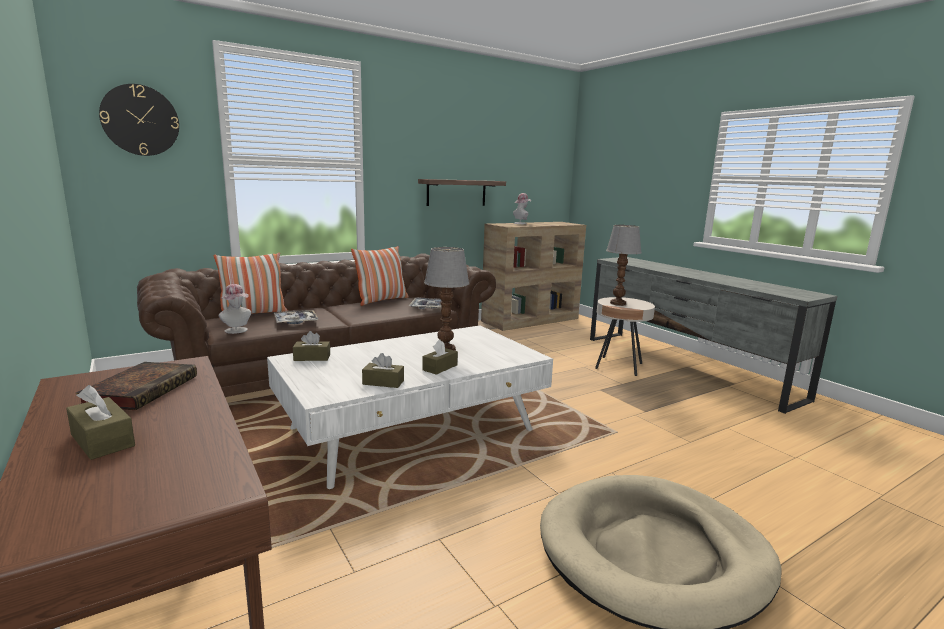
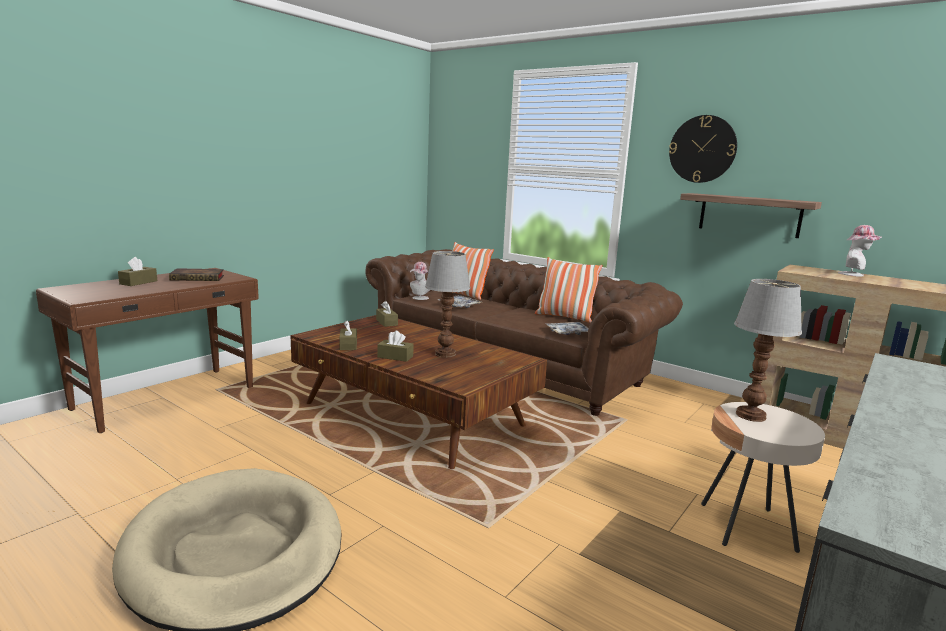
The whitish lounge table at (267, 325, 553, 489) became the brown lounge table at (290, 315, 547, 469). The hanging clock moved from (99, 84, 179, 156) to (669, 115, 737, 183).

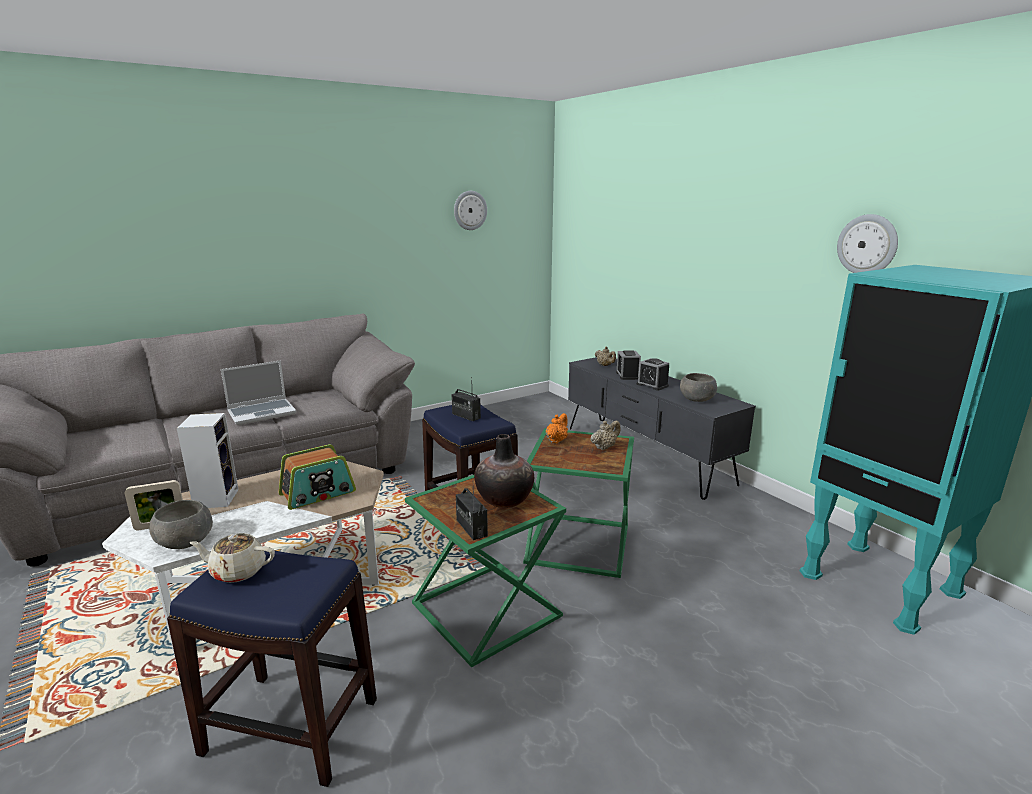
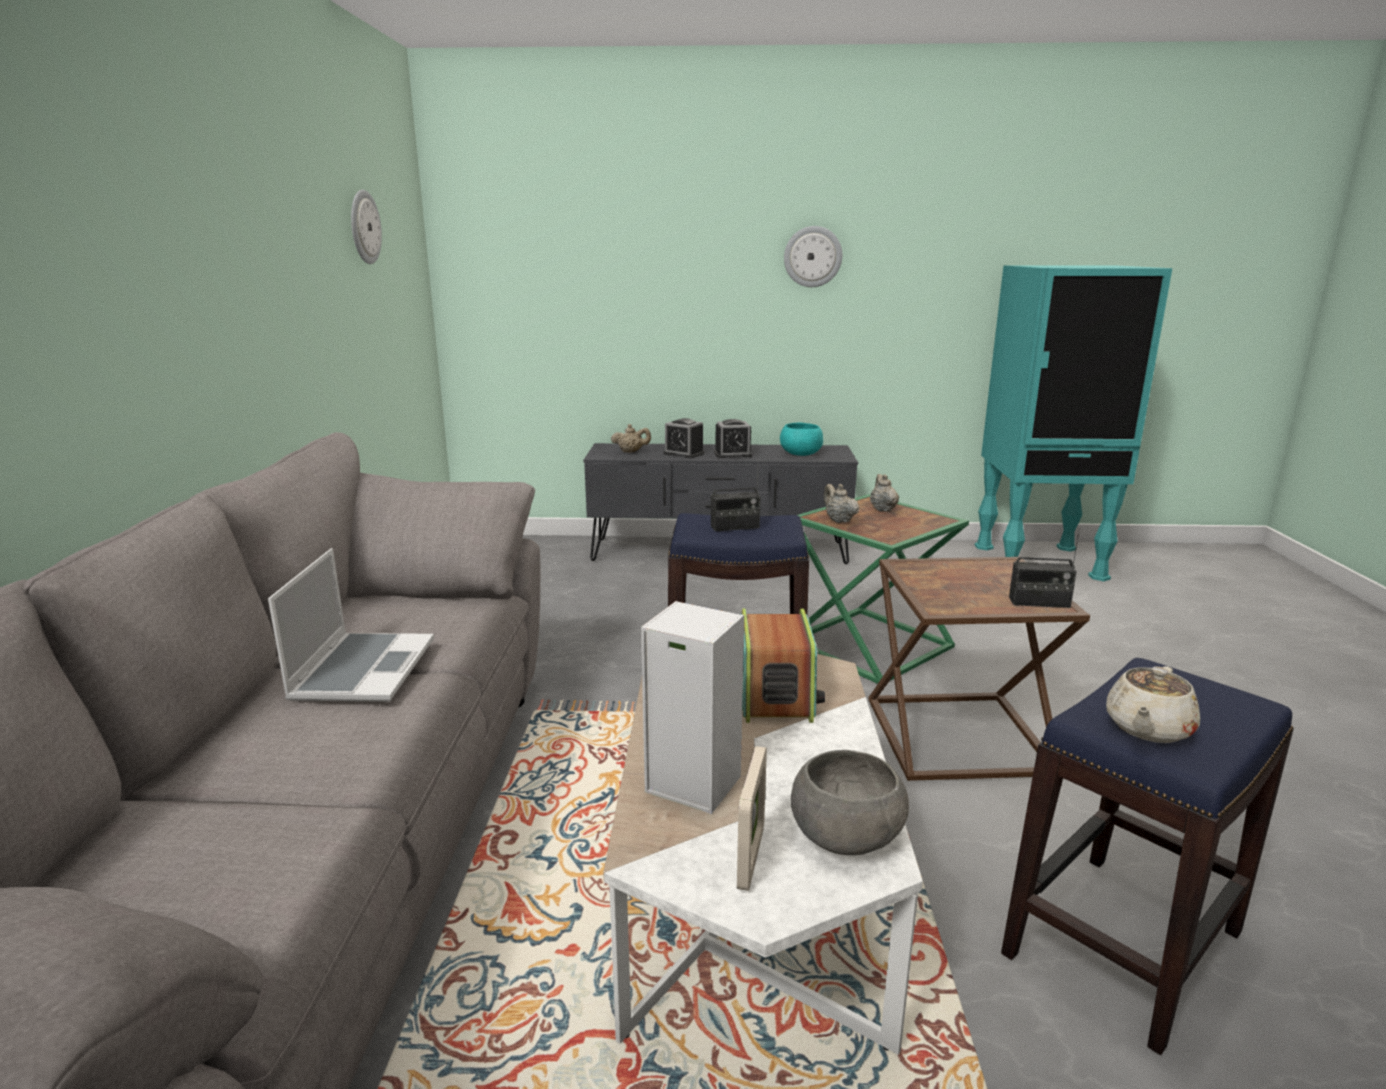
The gray bowl at (680, 373, 717, 402) became the turquoise-coloured bowl at (780, 423, 823, 456). The hanging clock moved from (837, 214, 898, 273) to (784, 226, 842, 287). The orange tea pot at (546, 413, 568, 444) became the sand-coloured tea pot at (824, 484, 859, 523). The green-coloured end table at (405, 475, 566, 667) became the brown end table at (868, 557, 1090, 781). The vase at (474, 434, 534, 508) disappeared.

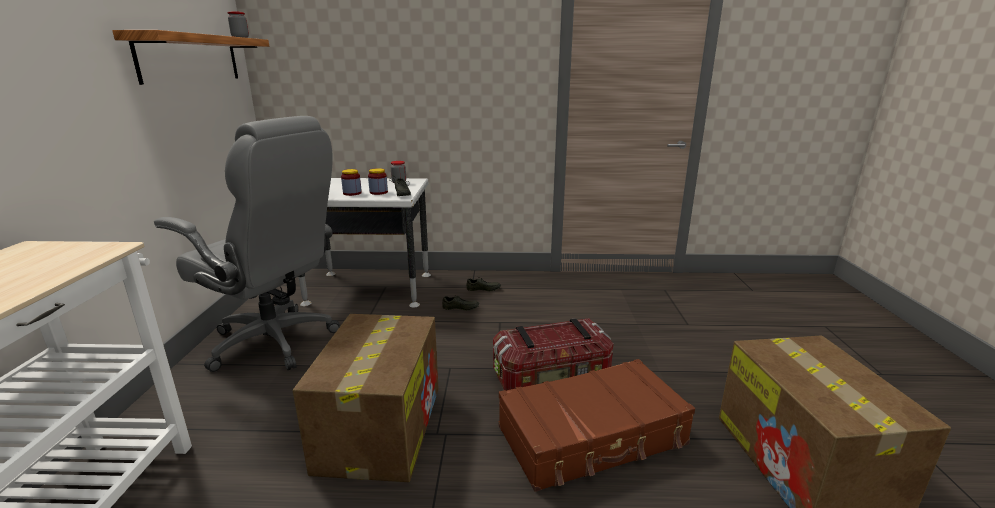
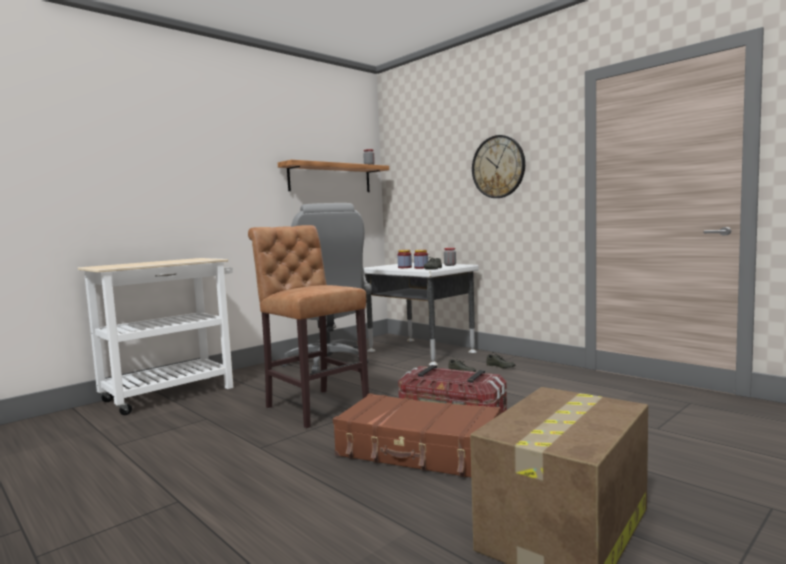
The packing box at (293, 314, 439, 482) was replaced by the brown stool seat at (248, 225, 369, 428). The hanging clock at (472, 135, 525, 198) appeared.

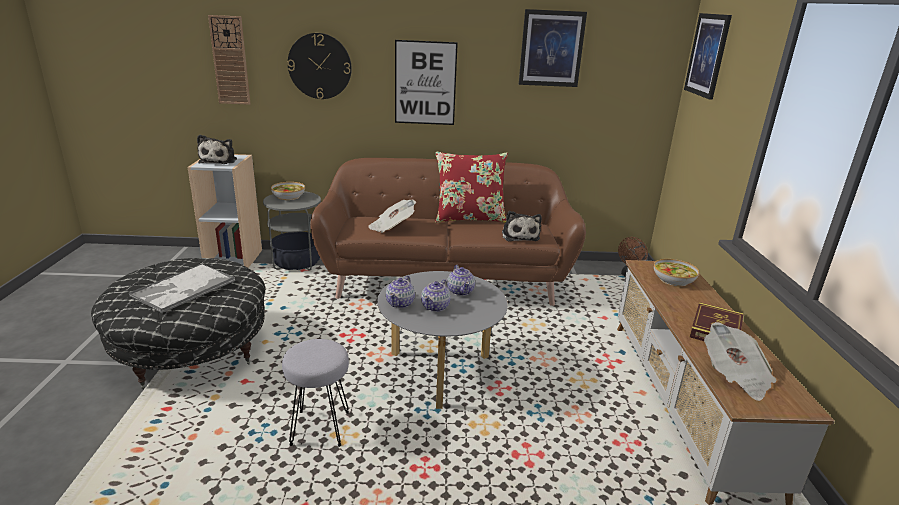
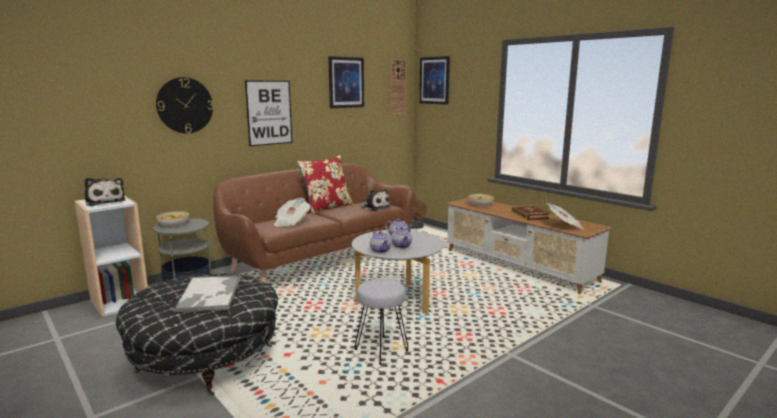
The hanging clock moved from (208, 15, 250, 105) to (390, 59, 406, 115).

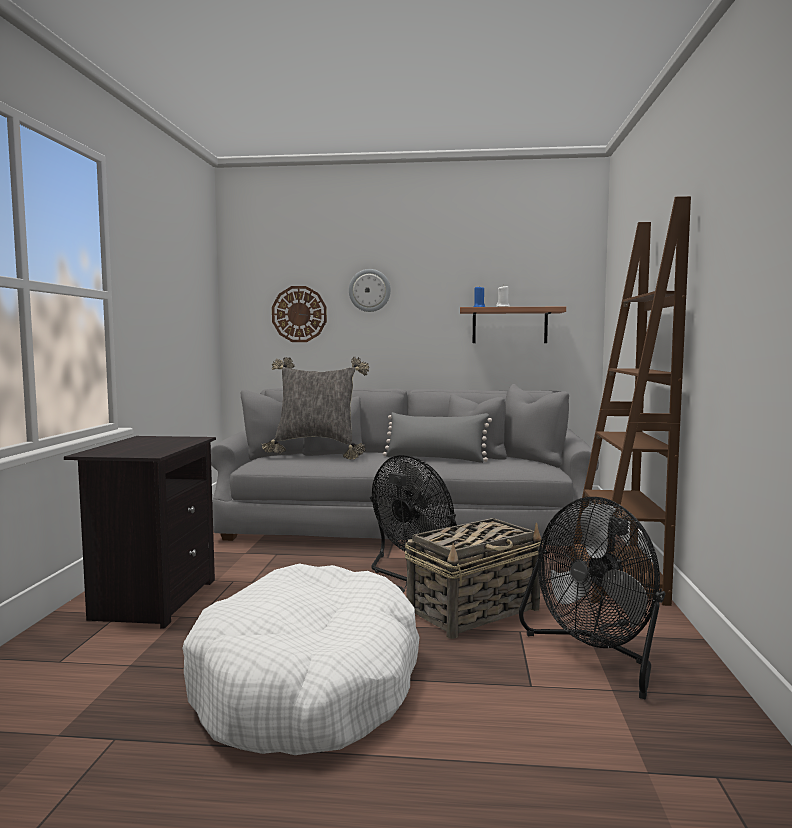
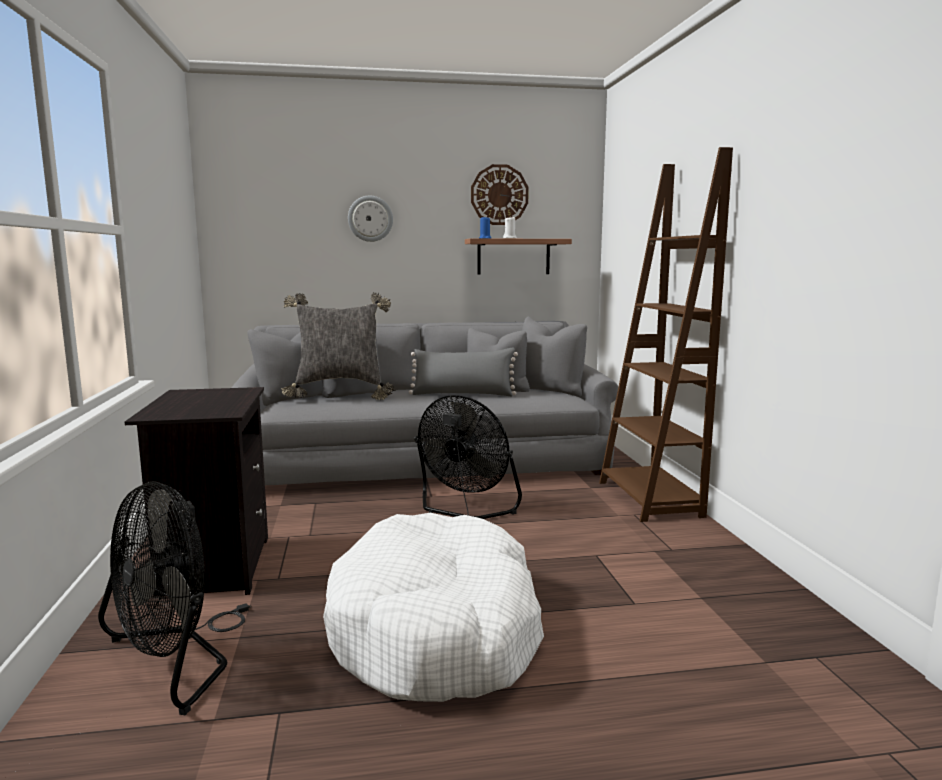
The black-coloured electric fan moved from (519, 497, 665, 699) to (98, 481, 251, 715). The hanging clock moved from (272, 286, 327, 342) to (471, 164, 529, 225). The household basket at (404, 518, 543, 639) disappeared.

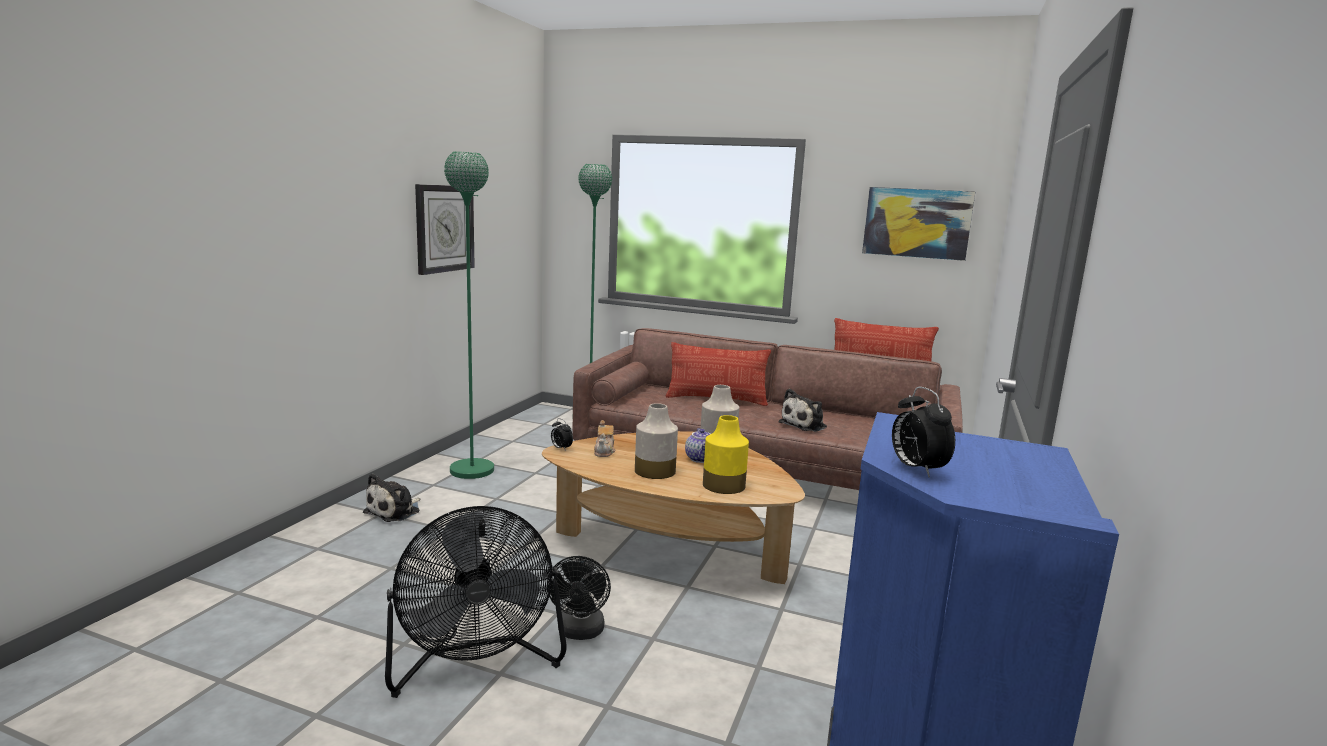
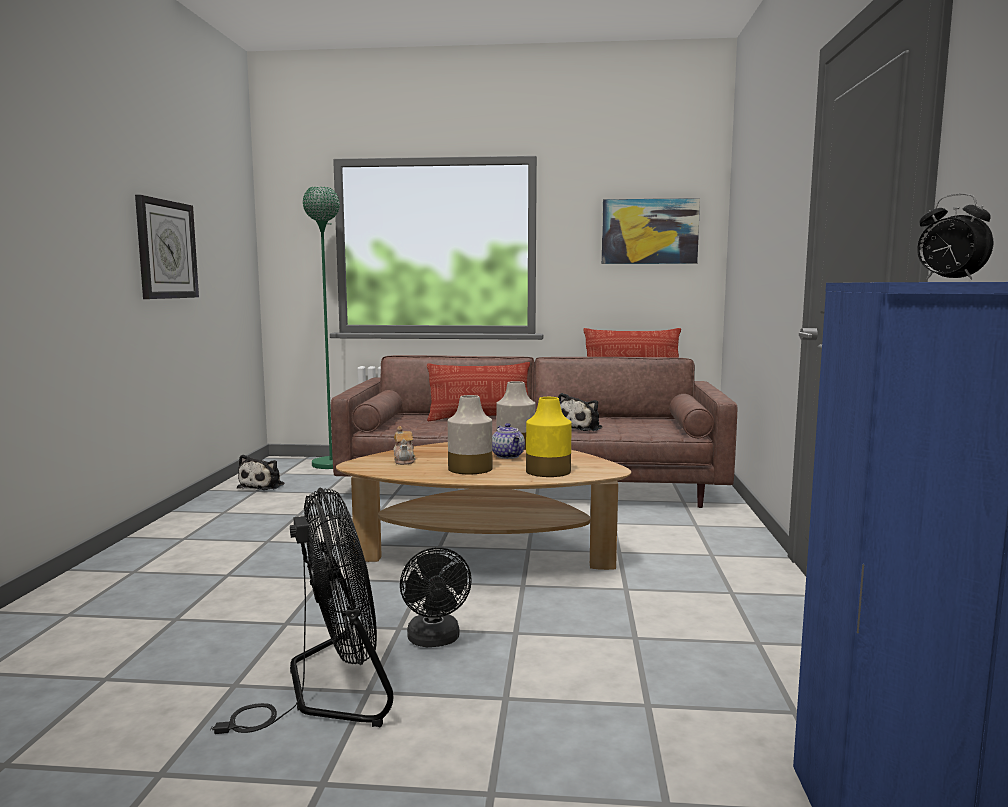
The black-coloured electric fan at (385, 506, 567, 698) turned 75 degrees counterclockwise. The plush toy moved from (363, 474, 420, 522) to (237, 455, 284, 490). The green-coloured standard lamp at (444, 151, 494, 479) disappeared. The table clock at (551, 418, 573, 451) disappeared.

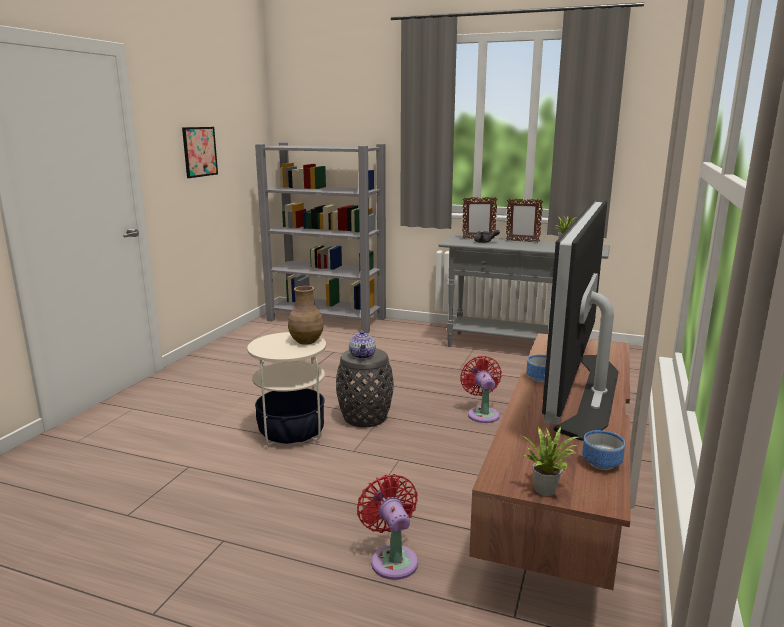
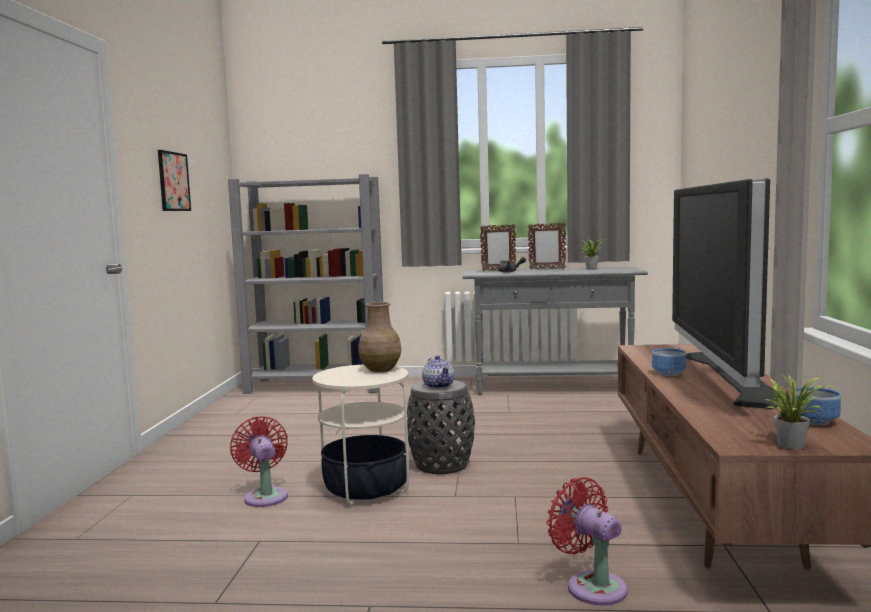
The red-coloured electric fan moved from (460, 356, 502, 423) to (230, 416, 288, 507).

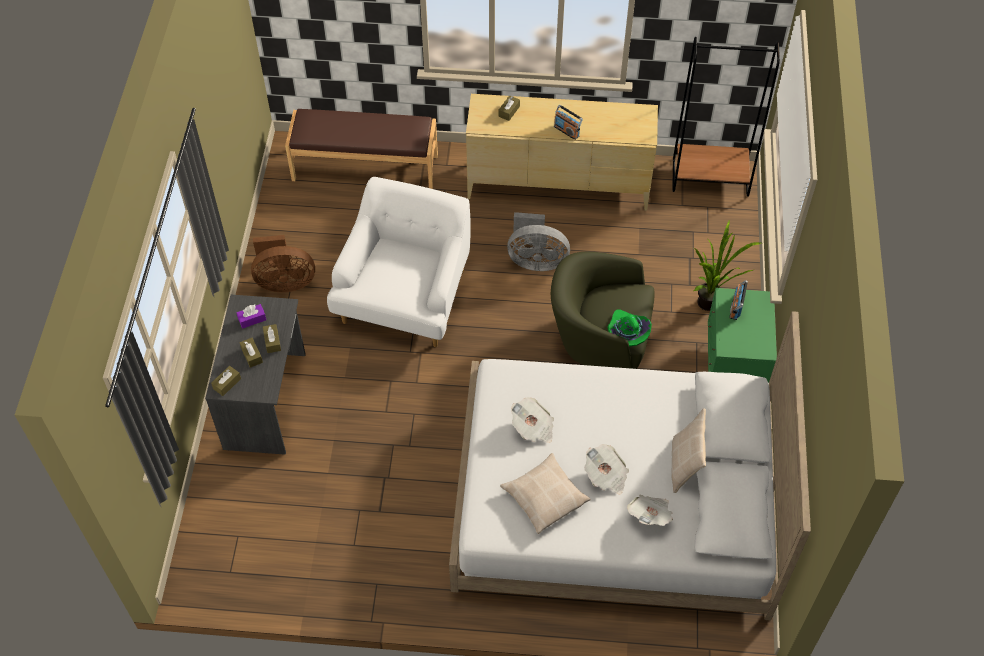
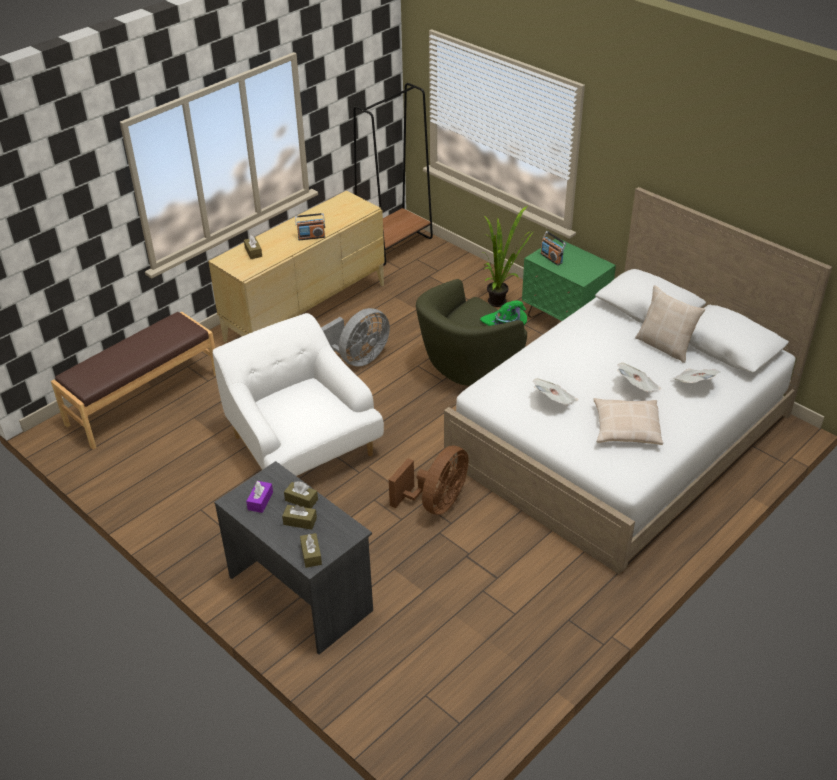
The brown electric fan moved from (251, 235, 315, 292) to (389, 446, 469, 515).

